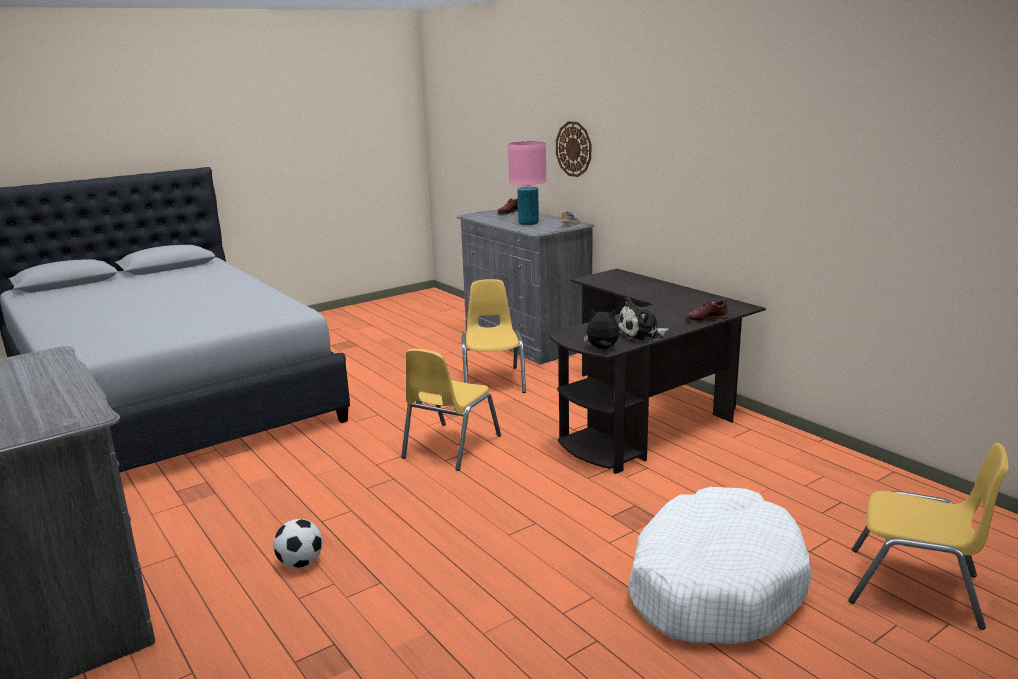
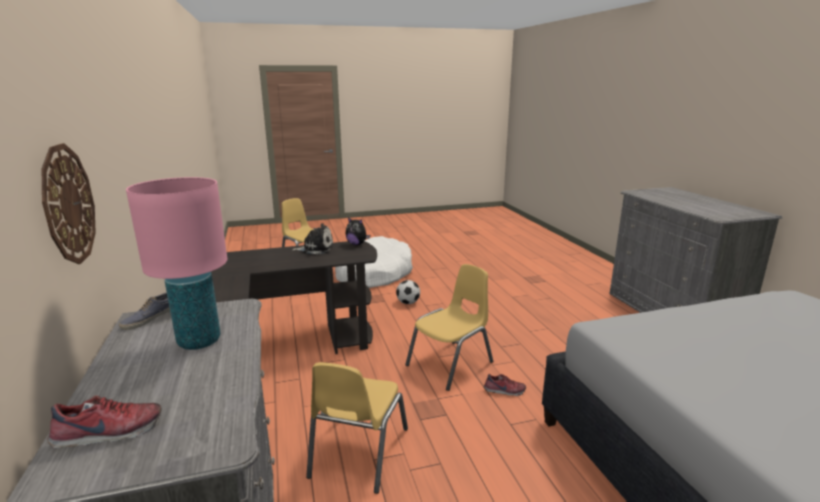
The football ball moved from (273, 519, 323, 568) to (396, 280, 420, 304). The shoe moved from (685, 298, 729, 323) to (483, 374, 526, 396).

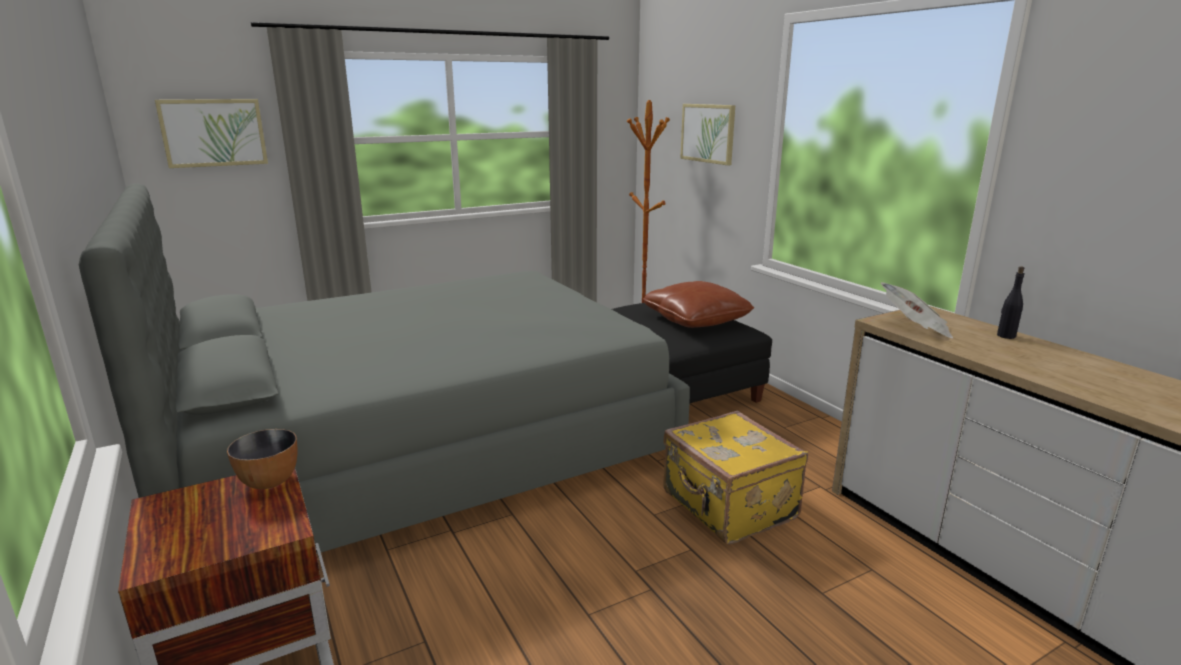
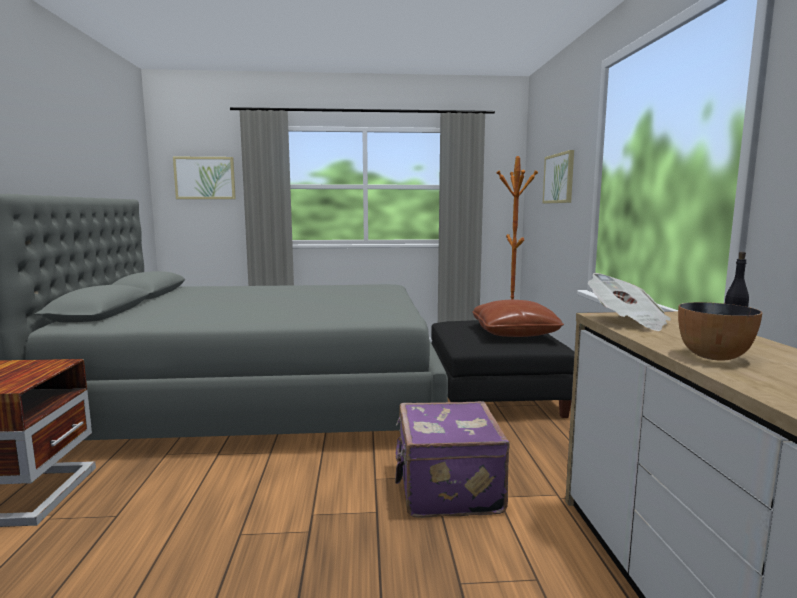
The yellowish suitcase at (663, 411, 808, 544) became the purple suitcase at (395, 401, 510, 518). The bowl moved from (227, 429, 297, 489) to (678, 302, 762, 361).

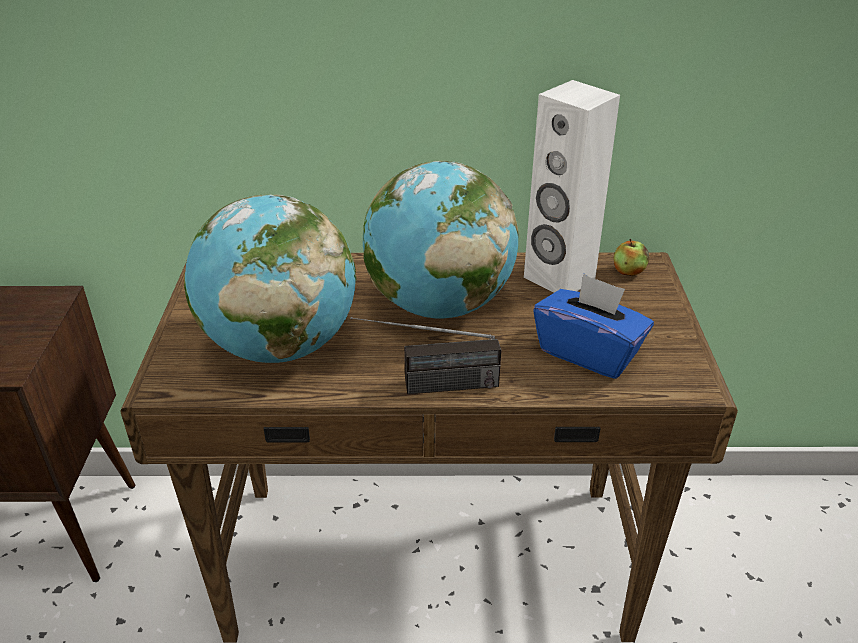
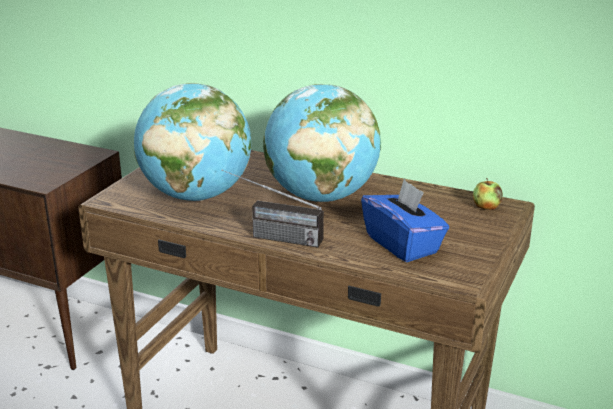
The whitish loudspeaker at (524, 80, 620, 293) disappeared.

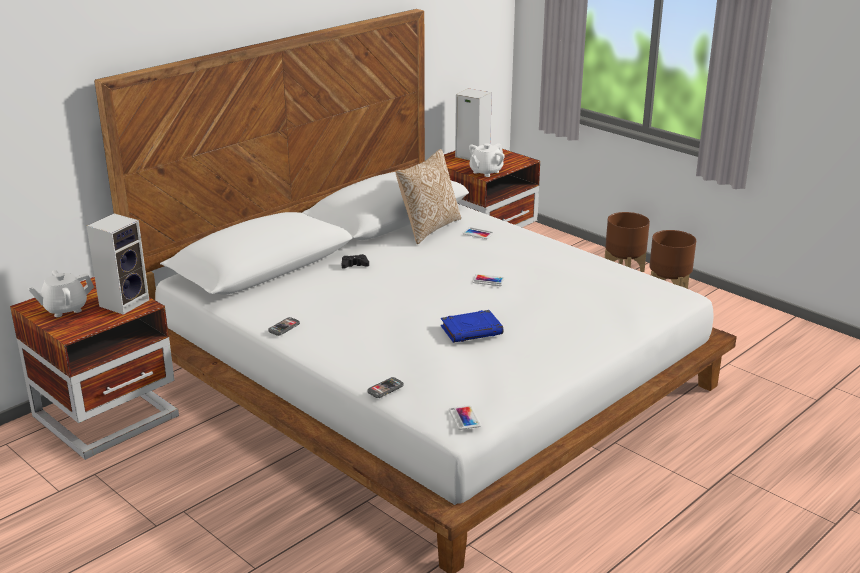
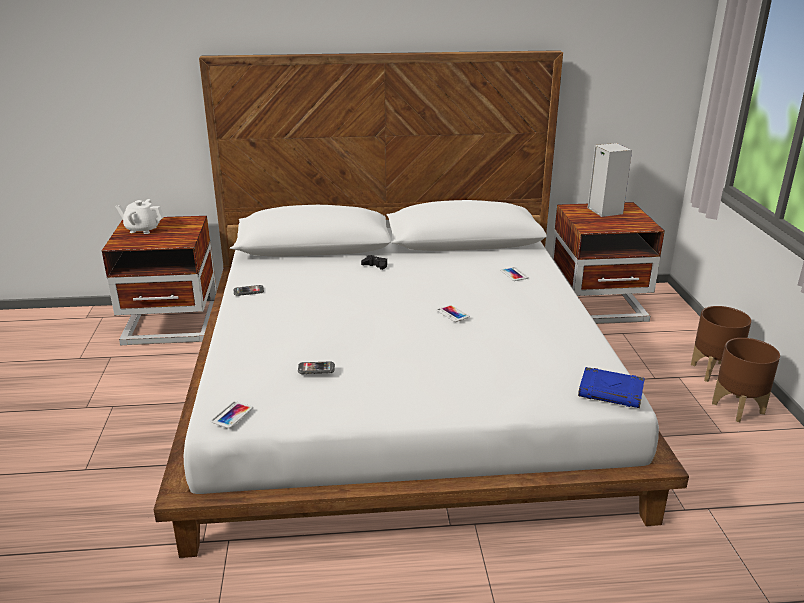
The handset moved from (367, 377, 404, 398) to (298, 362, 335, 374). The blue-coloured book moved from (441, 310, 503, 343) to (578, 367, 645, 408). The loudspeaker at (87, 213, 149, 315) disappeared. The cushion at (396, 149, 461, 244) disappeared. The whitish tea pot at (469, 143, 505, 177) disappeared.

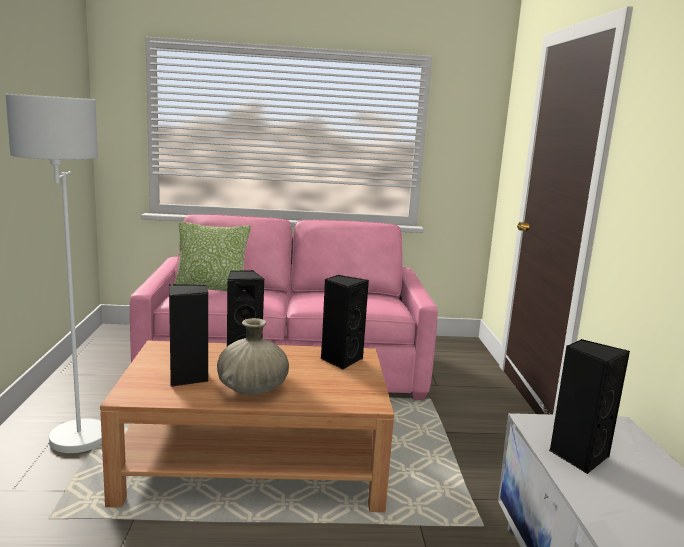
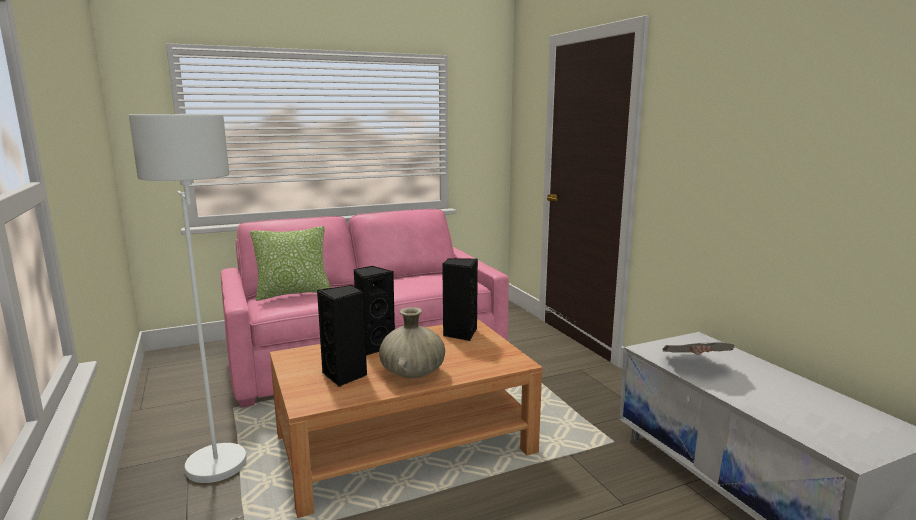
The black-coloured loudspeaker at (550, 339, 630, 474) was replaced by the newspaper at (662, 342, 735, 355).

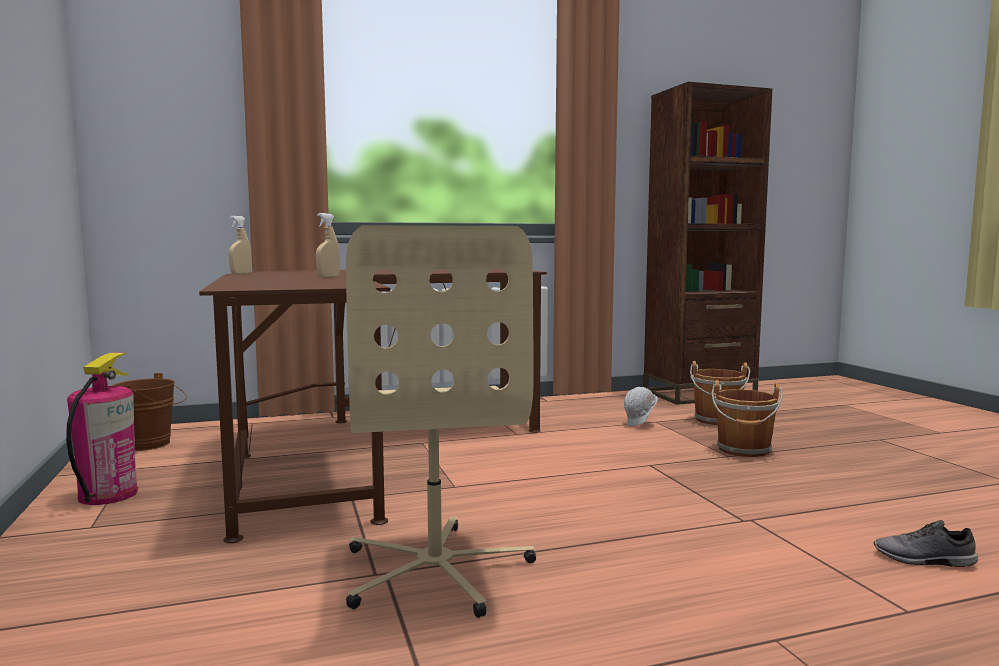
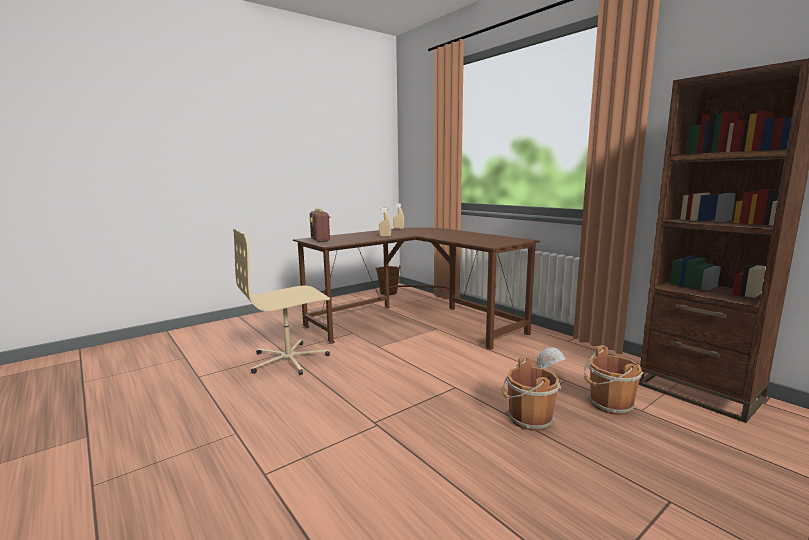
The radio receiver at (309, 209, 331, 242) appeared. The fire-fighting cylinder at (66, 352, 138, 505) disappeared. The gray shoe at (874, 520, 978, 567) disappeared.

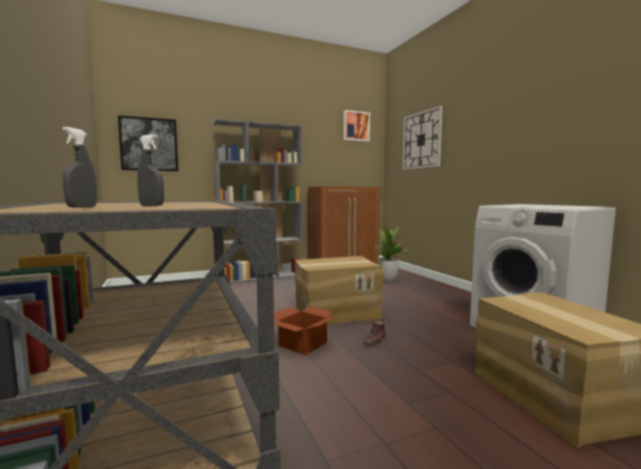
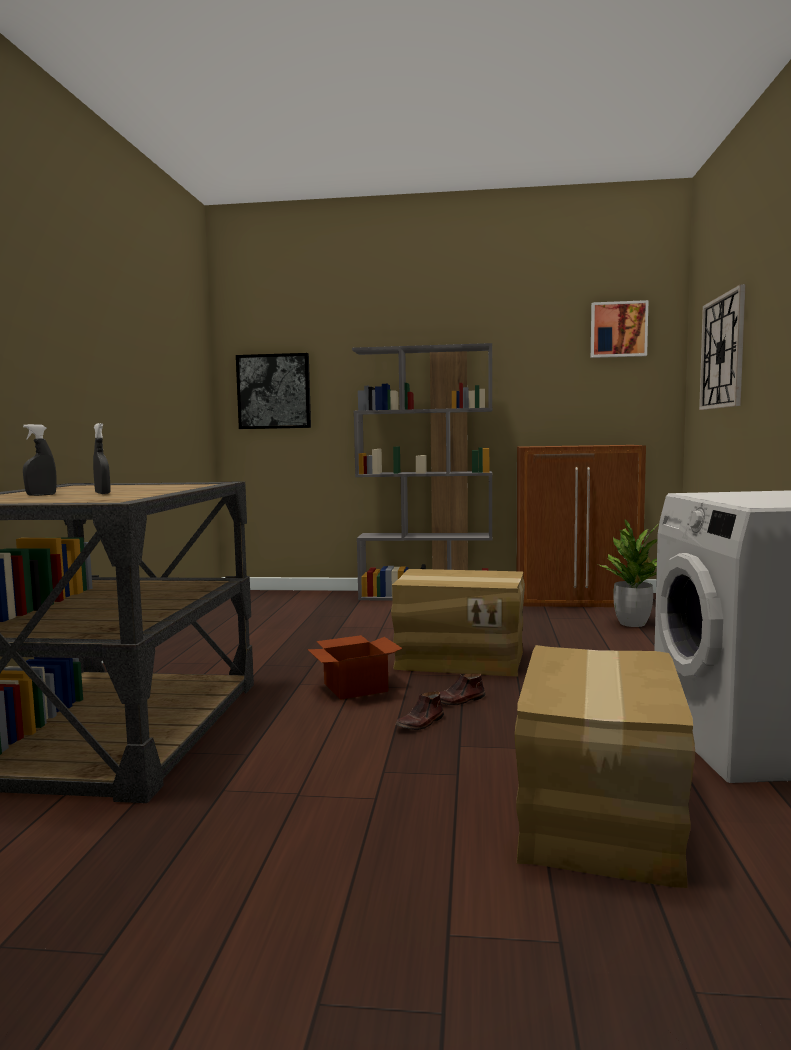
The brown shoe at (395, 691, 444, 730) appeared.

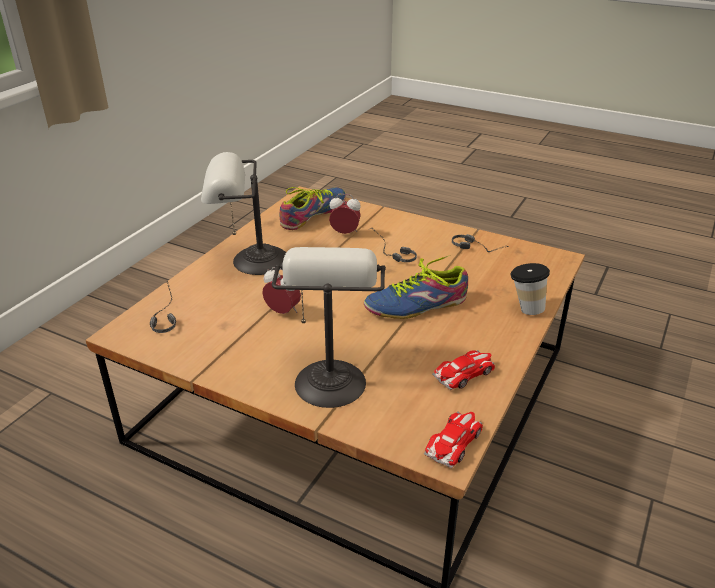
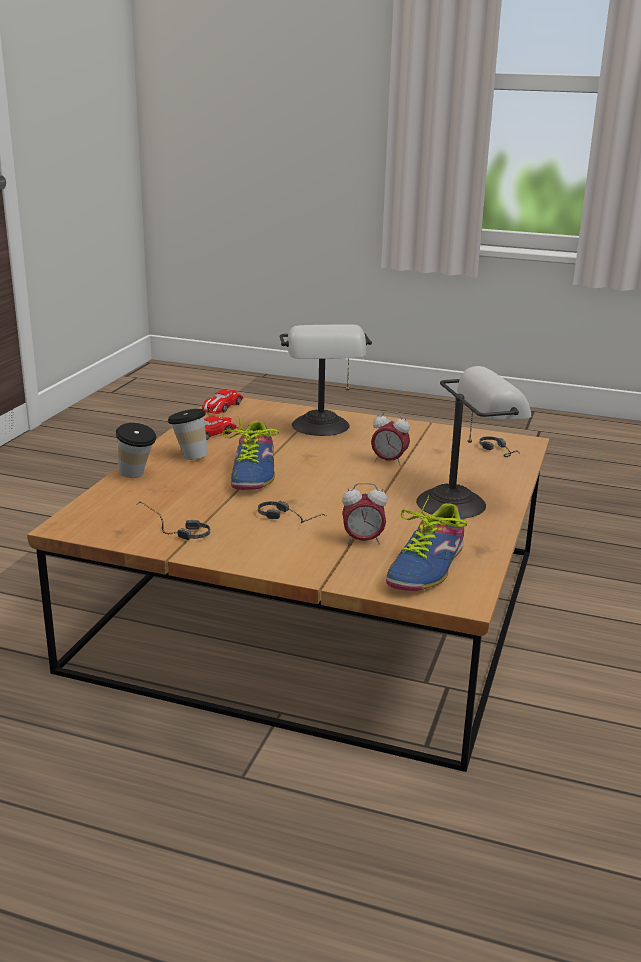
The drinking cup at (168, 409, 208, 460) appeared. The shoe at (364, 255, 468, 319) turned 120 degrees clockwise.

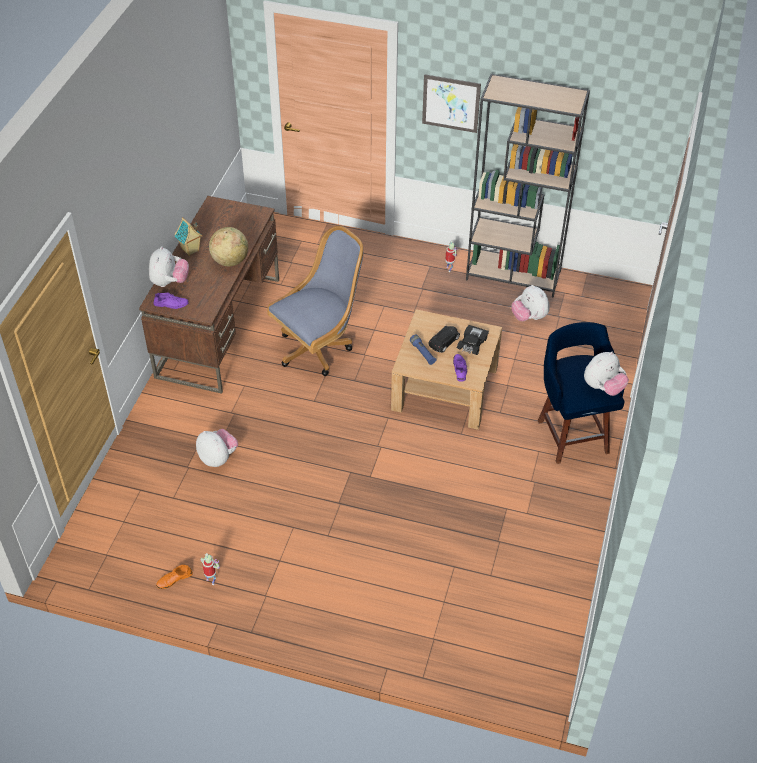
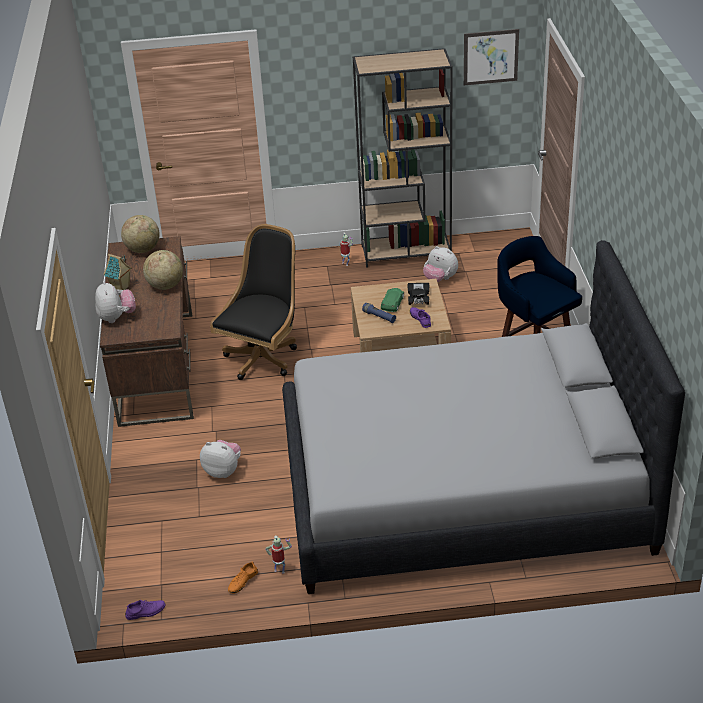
The world globe at (121, 215, 160, 253) appeared. The purple shoe moved from (153, 292, 189, 309) to (125, 600, 166, 620). The blue-coloured computer chair at (267, 226, 363, 376) became the black-coloured computer chair at (210, 224, 297, 380). The gray bed at (282, 240, 685, 594) appeared. The black-coloured toy car at (428, 326, 460, 353) became the green-coloured toy car at (381, 288, 404, 312). The wall art moved from (422, 74, 481, 133) to (464, 29, 519, 85). The plush toy at (584, 352, 629, 396) disappeared.

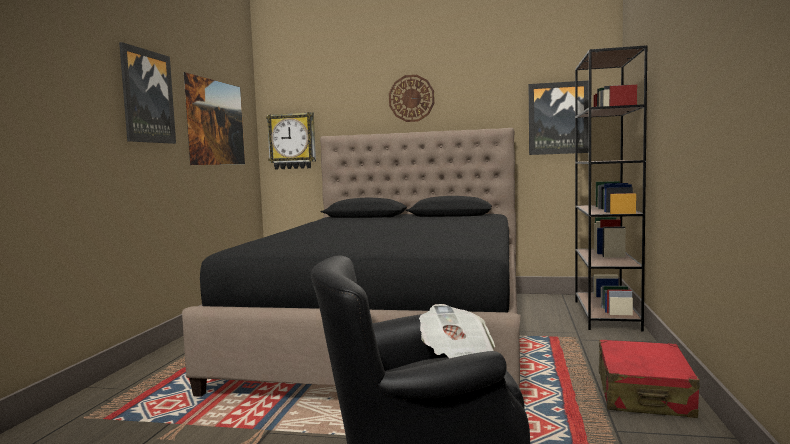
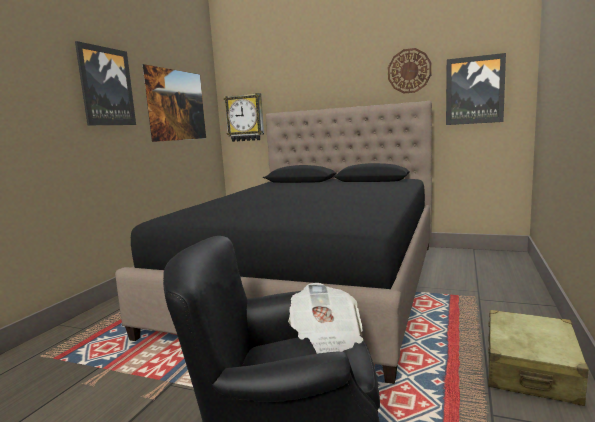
The hanging clock moved from (389, 75, 435, 122) to (388, 48, 432, 93). The red-coloured suitcase at (599, 340, 700, 418) became the sand-coloured suitcase at (488, 310, 589, 406). The brown bookshelf at (575, 45, 647, 331) disappeared.

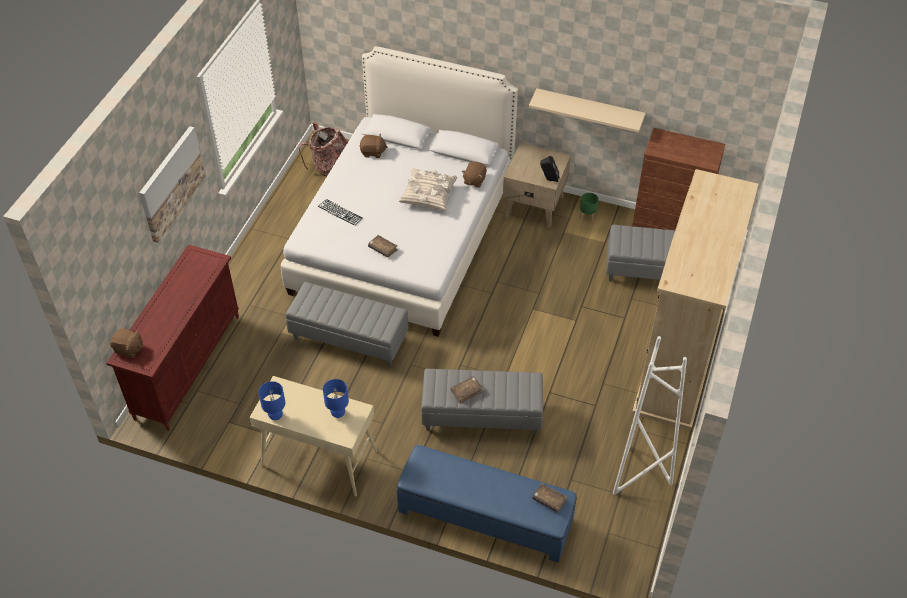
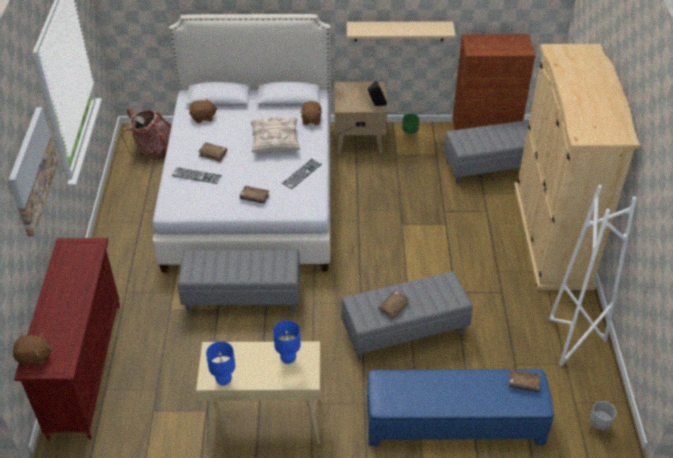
The brown book at (198, 142, 227, 162) appeared. The computer keyboard at (282, 159, 322, 189) appeared. The gray plant pot at (589, 401, 616, 437) appeared.

